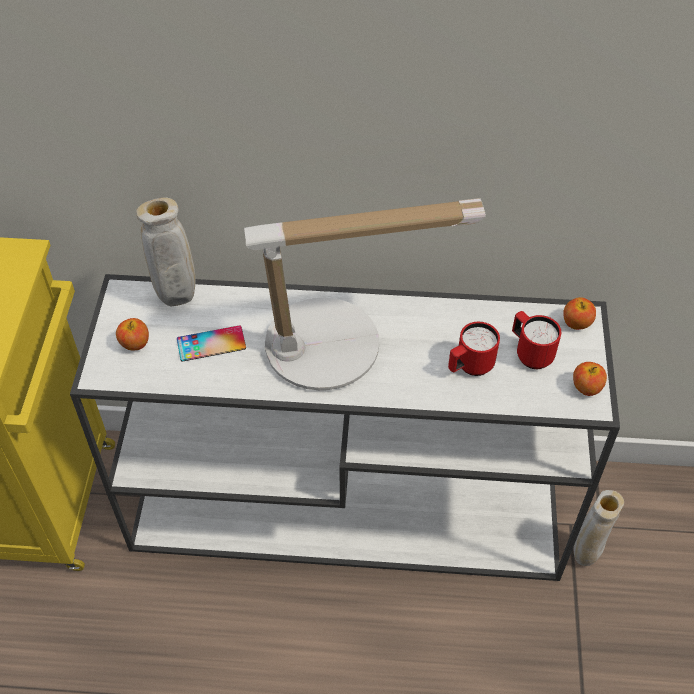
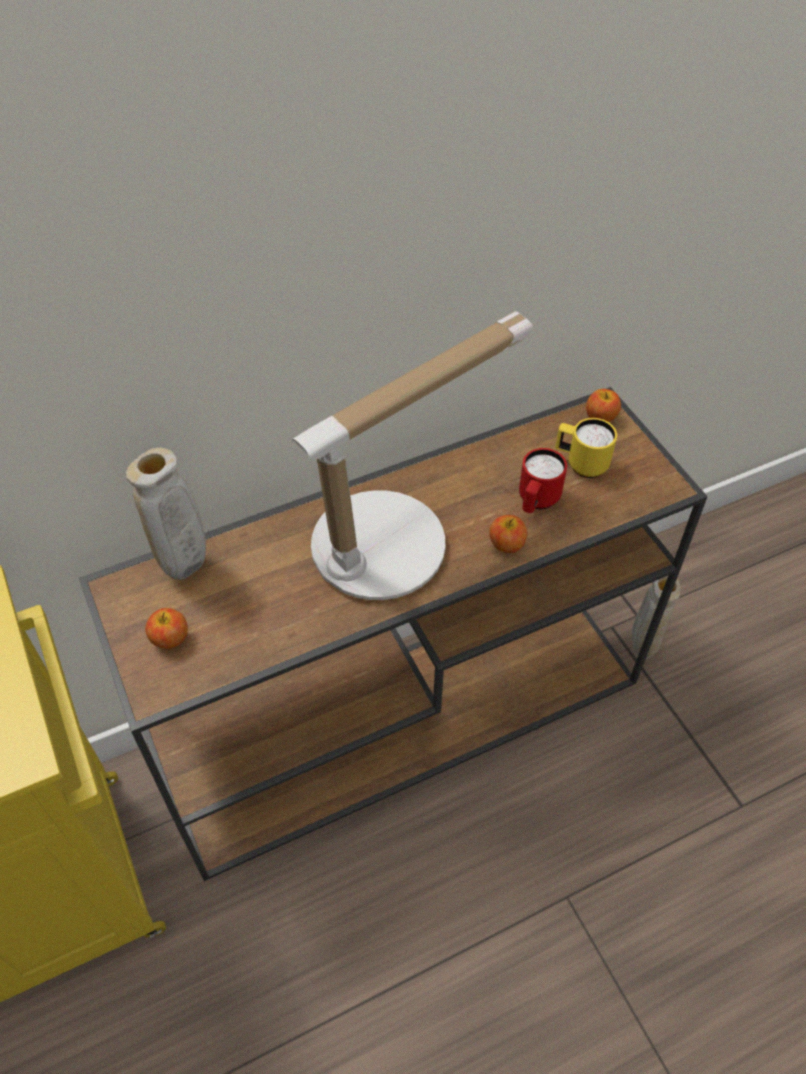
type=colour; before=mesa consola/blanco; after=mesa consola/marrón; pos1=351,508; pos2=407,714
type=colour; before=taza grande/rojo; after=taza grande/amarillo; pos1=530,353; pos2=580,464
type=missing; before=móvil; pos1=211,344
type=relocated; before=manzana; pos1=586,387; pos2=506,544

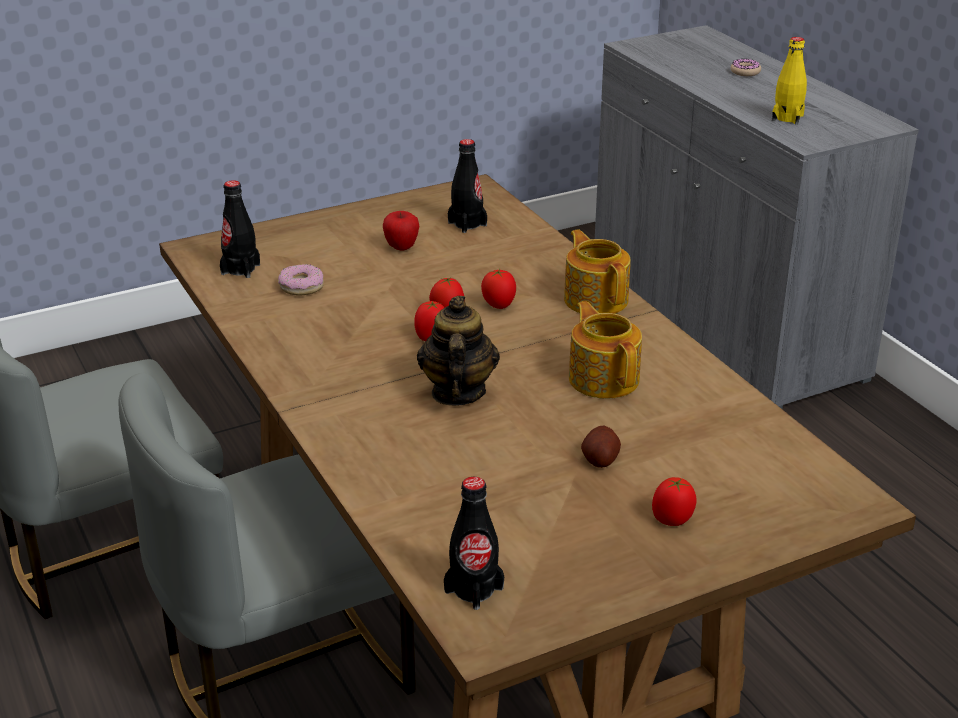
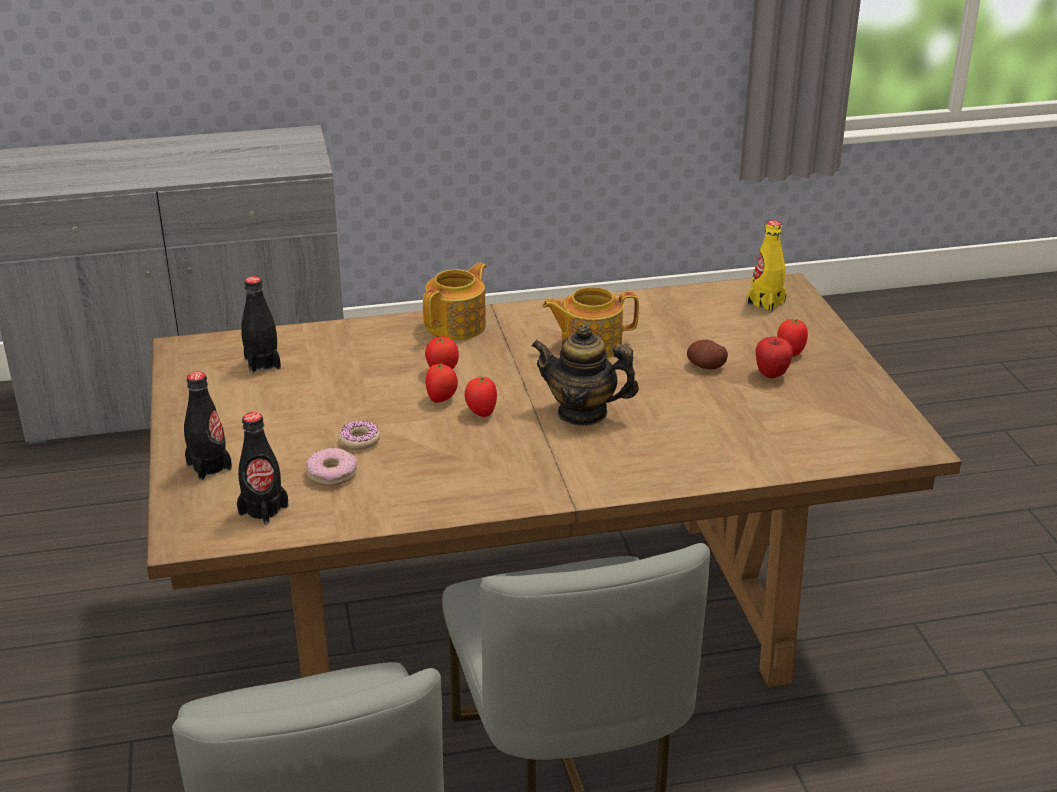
type=relocated; before=botella/amarillo; pos1=787,118; pos2=765,303
type=relocated; before=rosquilla; pos1=745,72; pos2=359,440
type=relocated; before=manzana; pos1=401,248; pos2=771,374
type=spun; before=tetera; pos1=596,299; pos2=457,325; turn=135
type=relocated; before=botella/negro; pos1=474,589; pos2=209,466

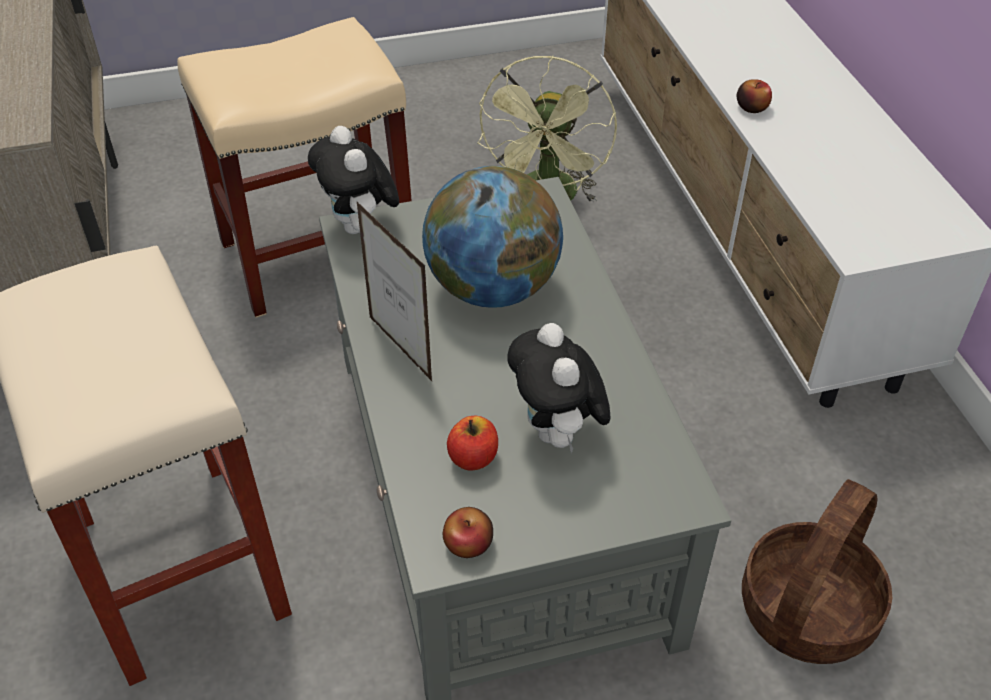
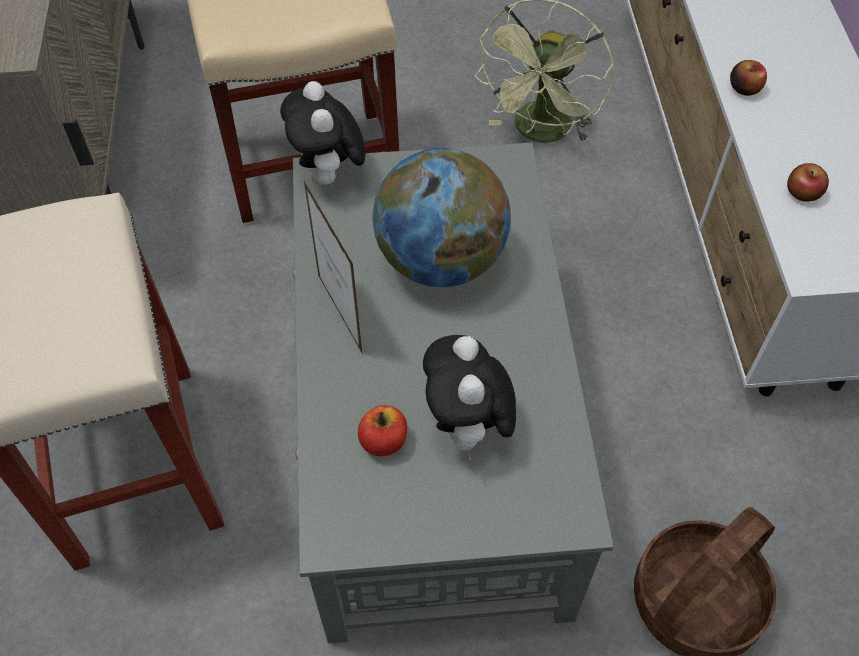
type=relocated; before=manzana; pos1=468,544; pos2=803,192

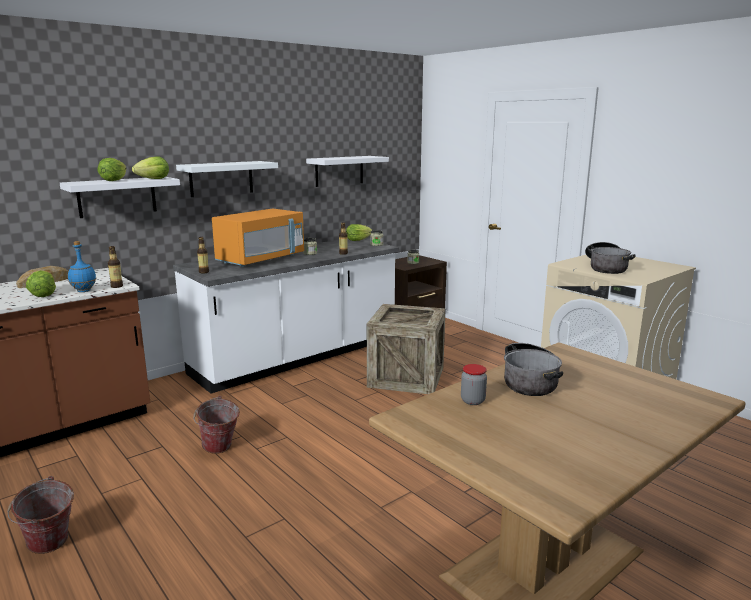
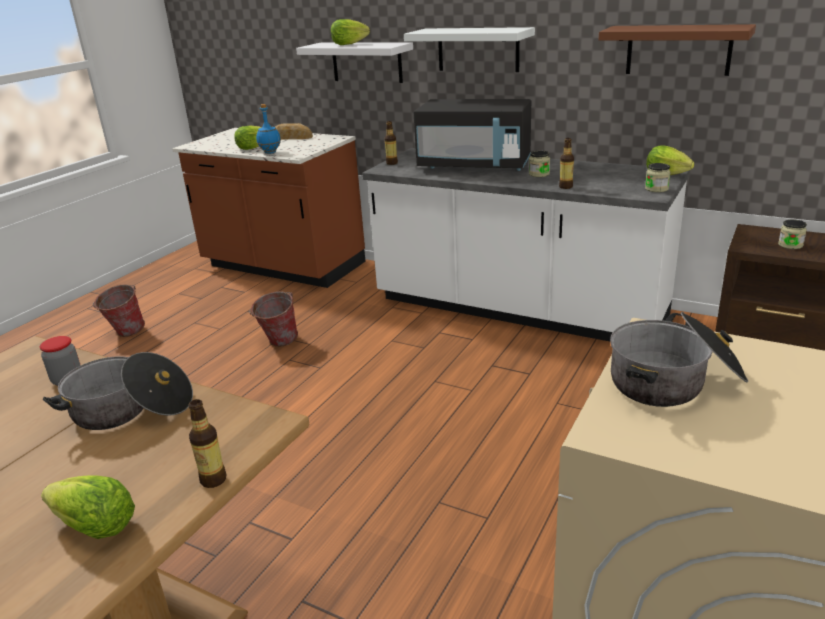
type=colour; before=estante/blanco; after=estante/marrón; pos1=339,171; pos2=678,50
type=relocated; before=lechuga; pos1=153,179; pos2=96,527
type=colour; before=microondas/naranja; after=microondas/negro; pos1=261,259; pos2=474,166
type=relocated; before=botella; pos1=117,286; pos2=213,480
type=missing; before=caja de embalaje; pos1=406,377

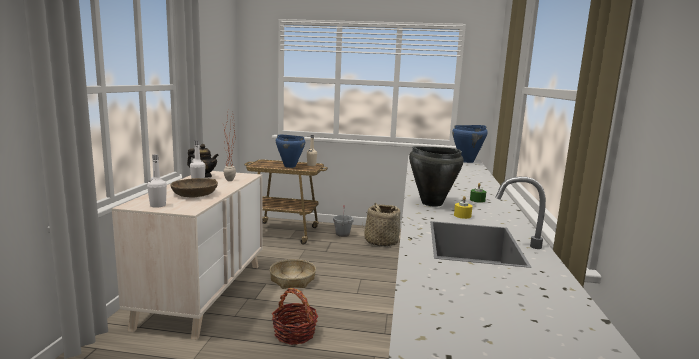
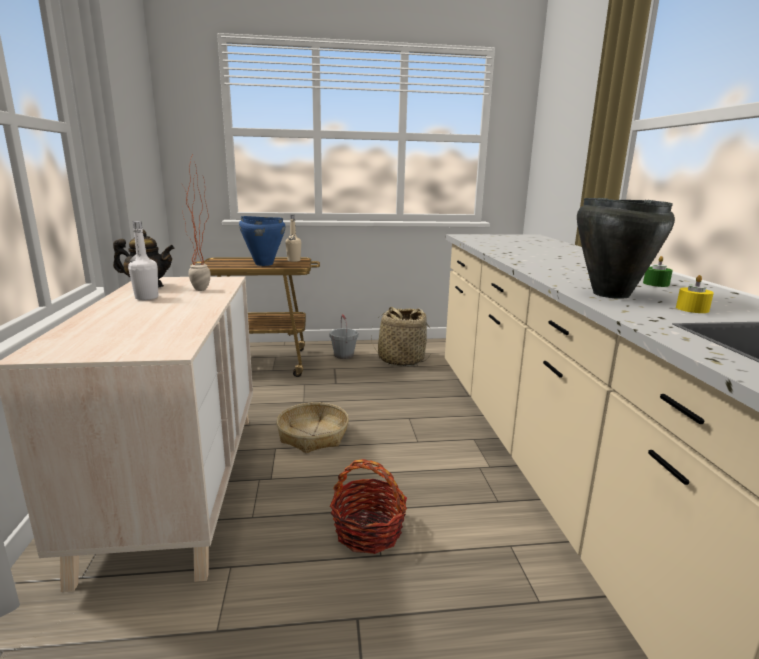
type=missing; before=olla/azul; pos1=467,161
type=missing; before=botella/blanco; pos1=158,205
type=missing; before=cuenco/marrón; pos1=195,194

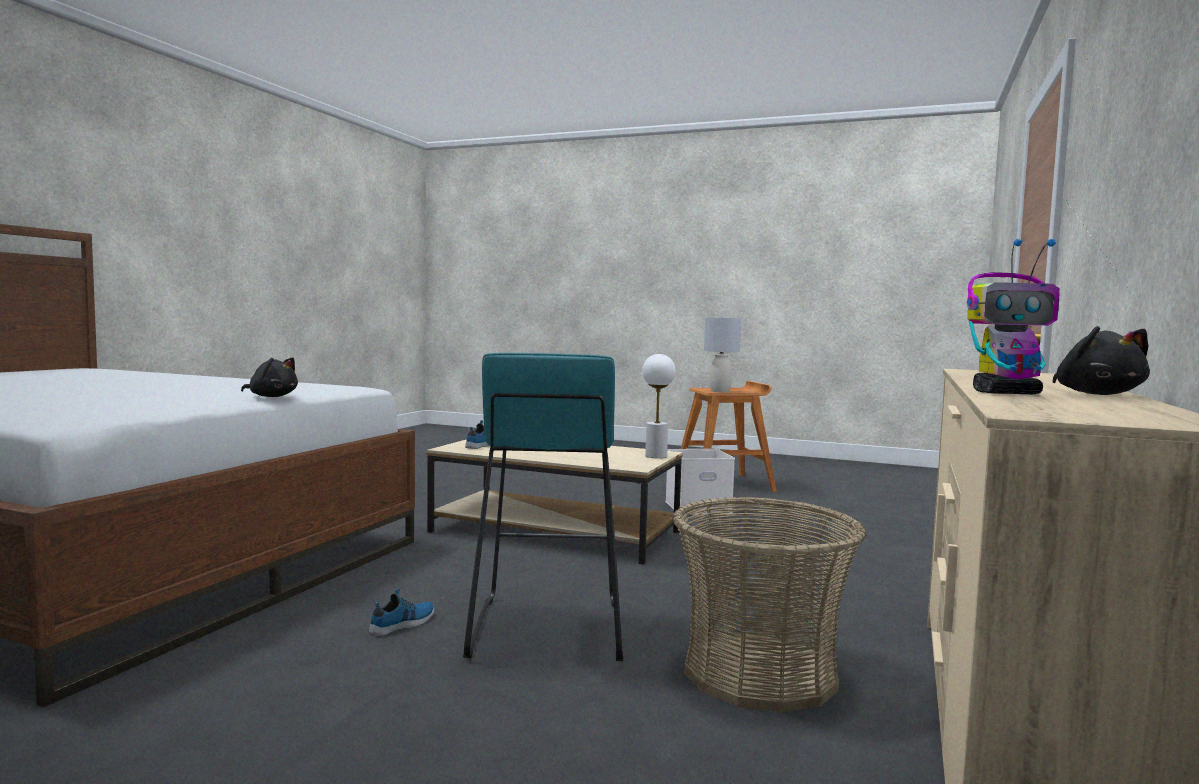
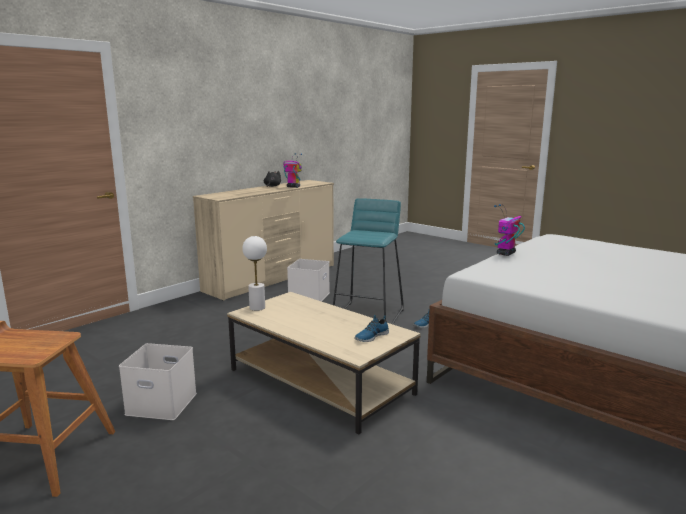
type=missing; before=lámpara de mesa/gris; pos1=720,391
type=exchanged; before=peluche/negro; after=robot de juguete; pos1=272,396; pos2=505,254
type=exchanged; before=cesta; after=caja de almacenaje/blanco; pos1=760,673; pos2=308,296

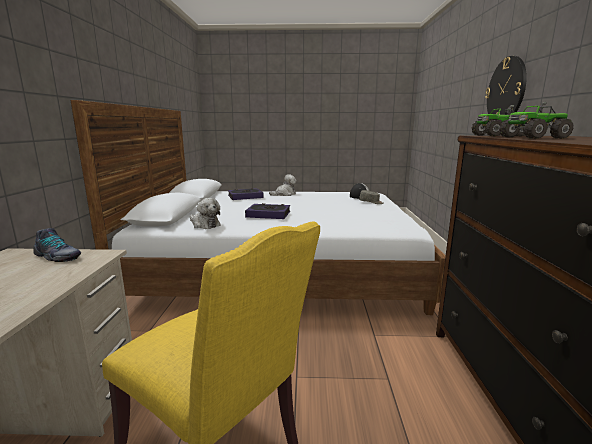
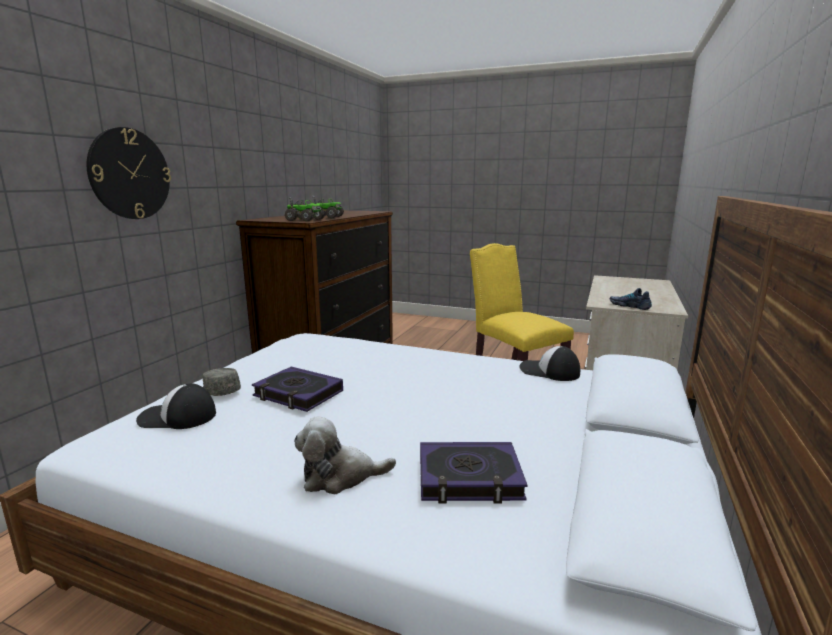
type=exchanged; before=peluche; after=gorra; pos1=204,225; pos2=549,371
type=relocated; before=libro; pos1=268,214; pos2=298,394

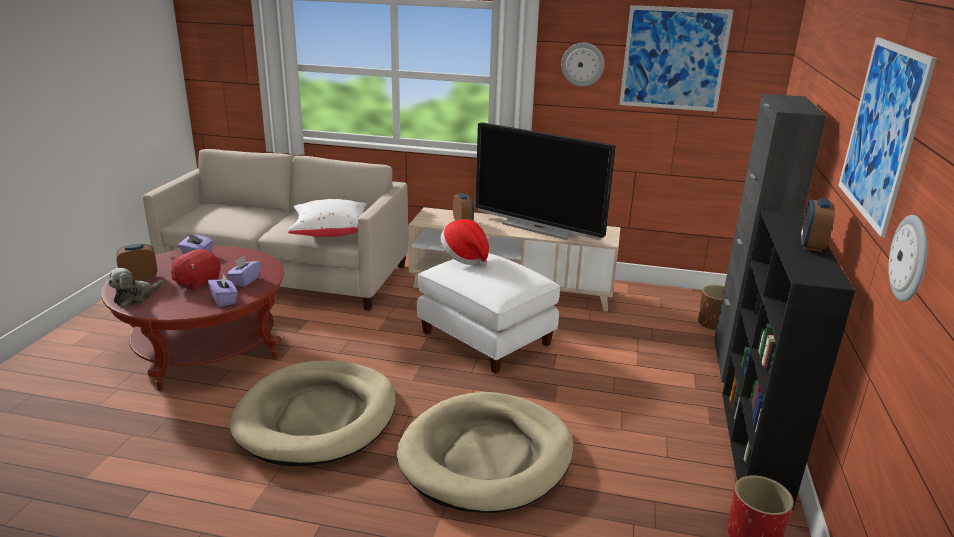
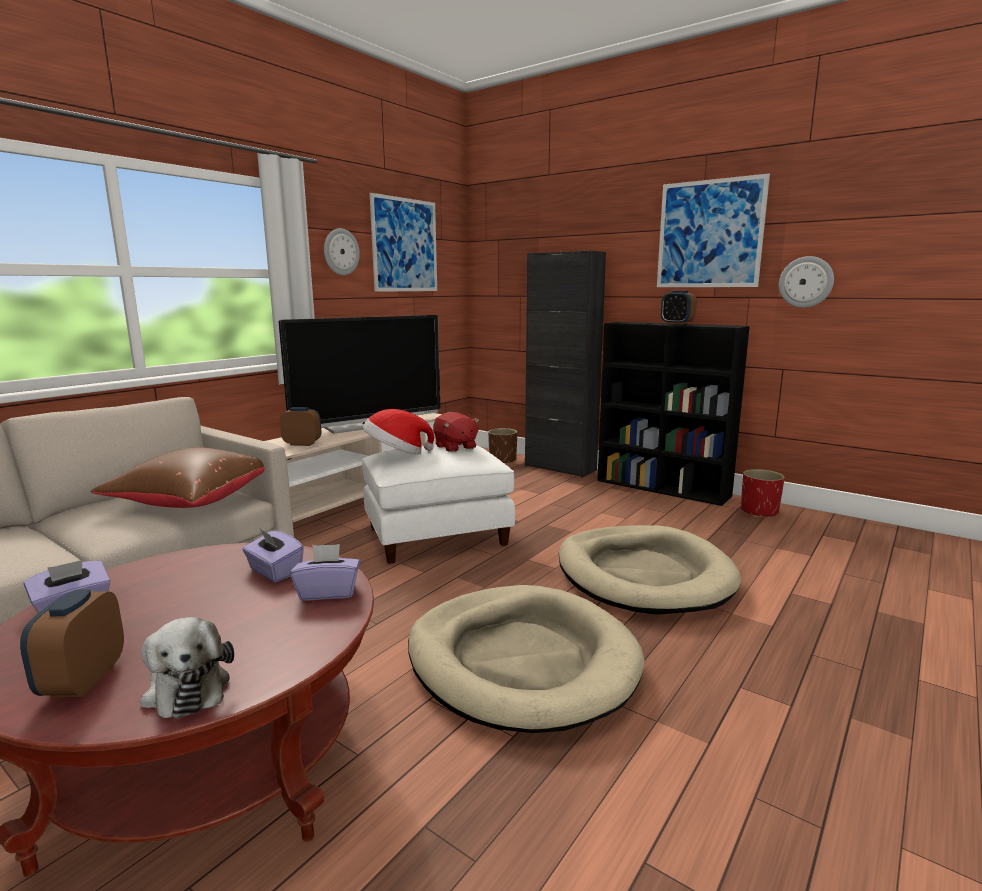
type=colour; before=cojín/blanco; after=cojín/marrón; pos1=331,232; pos2=192,501
type=relocated; before=peluche/rojo; pos1=197,283; pos2=455,447

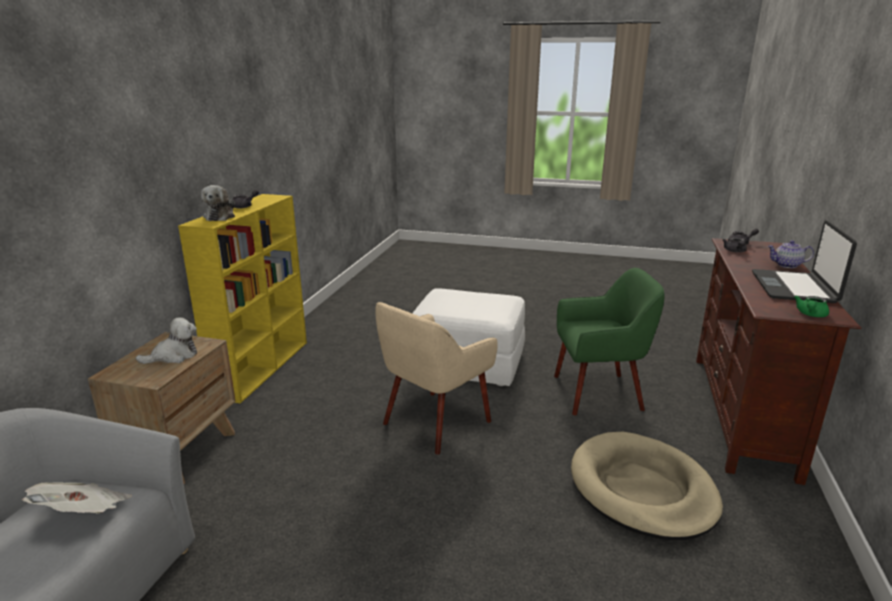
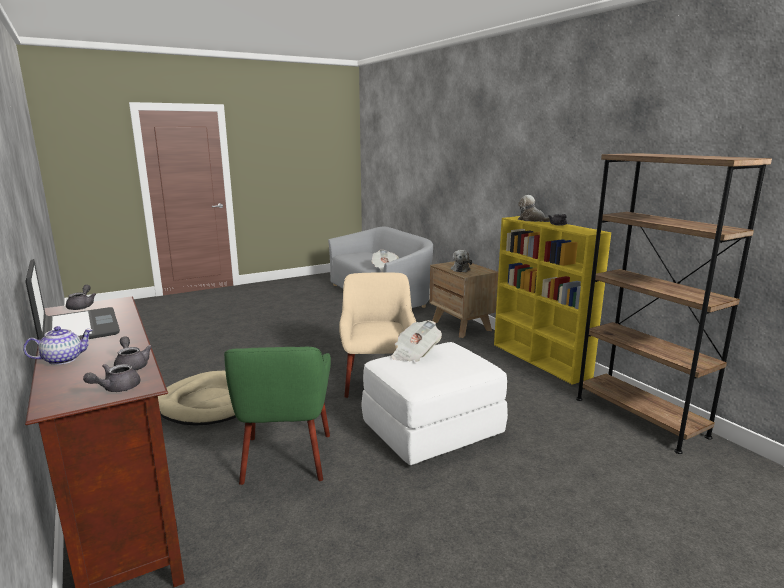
type=spun; before=sillón/verde; pos1=598,393; pos2=285,458; turn=-45
type=colour; before=tetera/verde; after=tetera/gris; pos1=810,315; pos2=82,306
type=appeared; after=estantería/marrón; pos2=639,417
type=appeared; after=periódico; pos2=414,354

